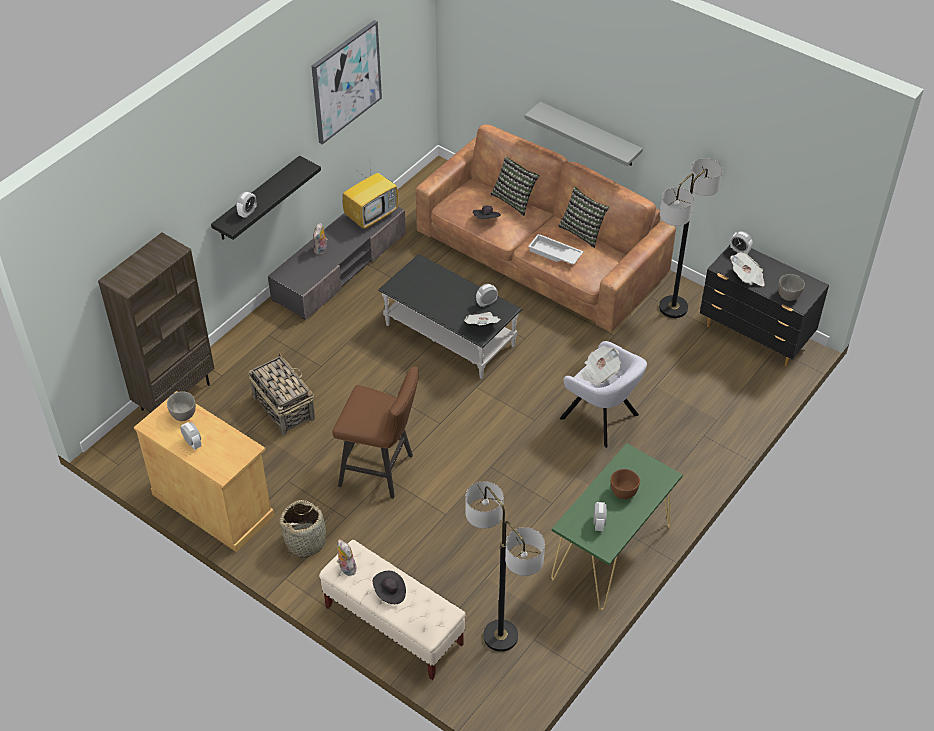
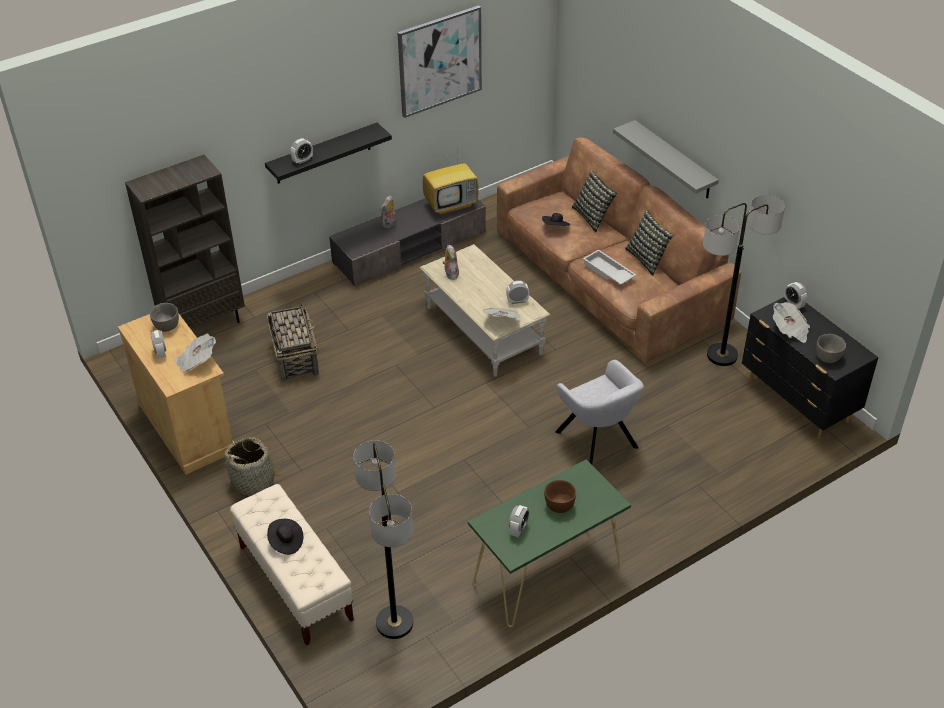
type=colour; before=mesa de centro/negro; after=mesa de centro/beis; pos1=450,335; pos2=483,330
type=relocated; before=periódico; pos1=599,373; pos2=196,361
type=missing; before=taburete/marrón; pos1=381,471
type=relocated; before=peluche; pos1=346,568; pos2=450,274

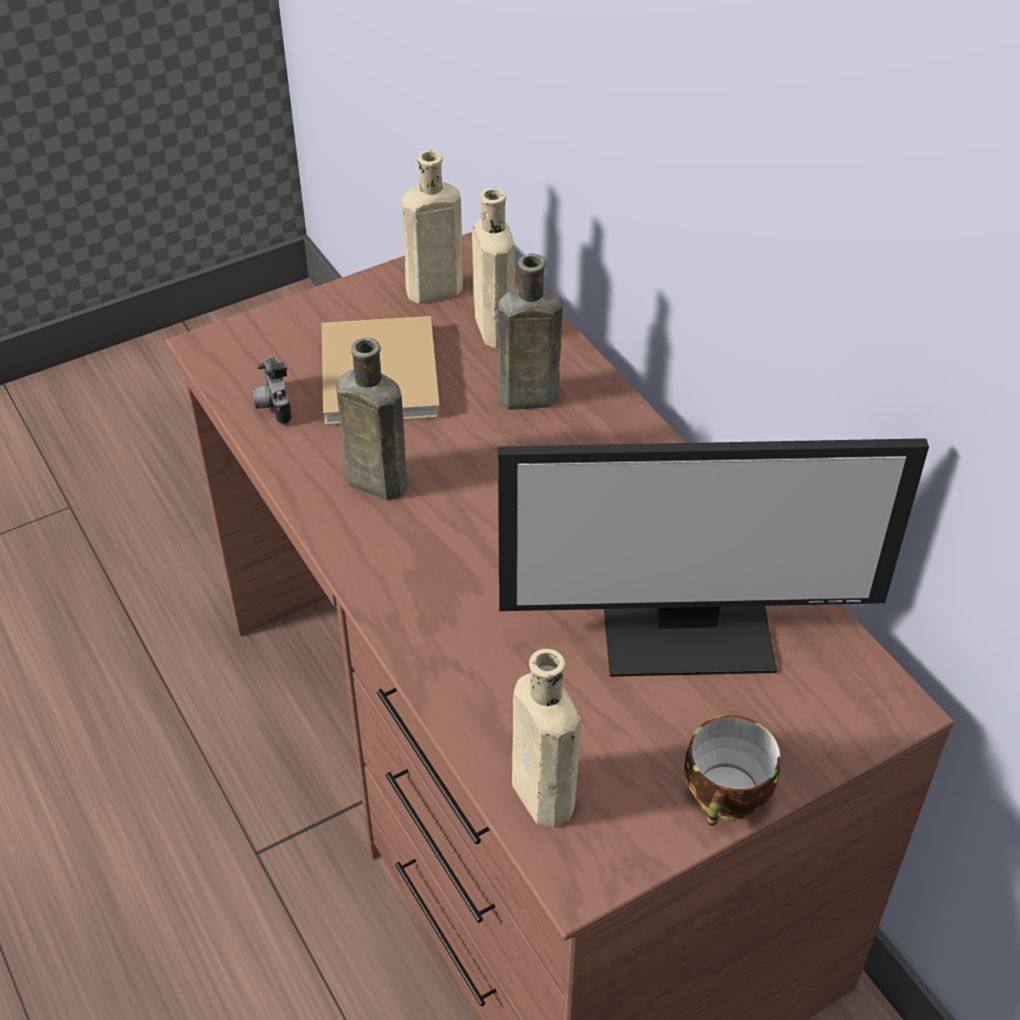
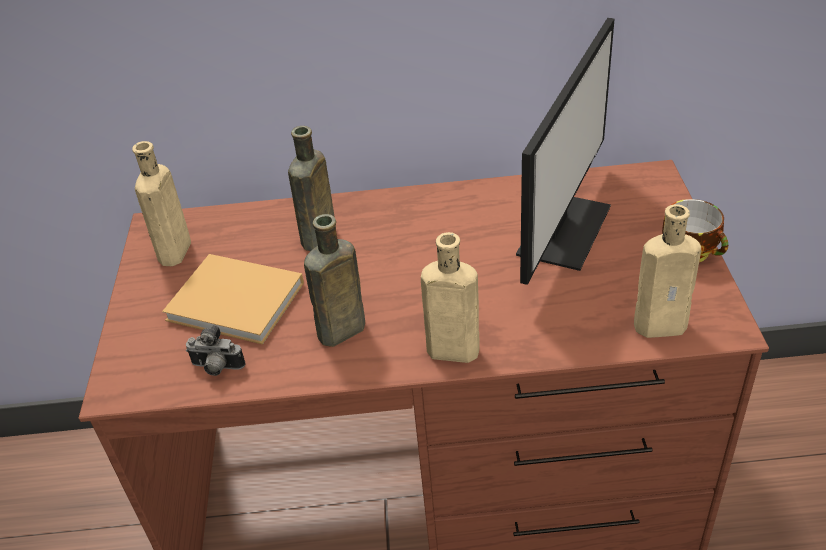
type=relocated; before=botella/beis; pos1=493,326; pos2=449,350

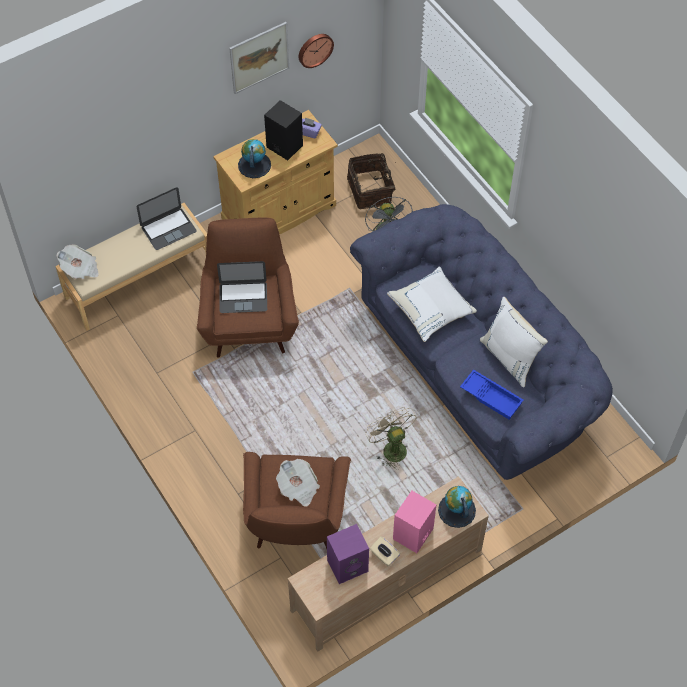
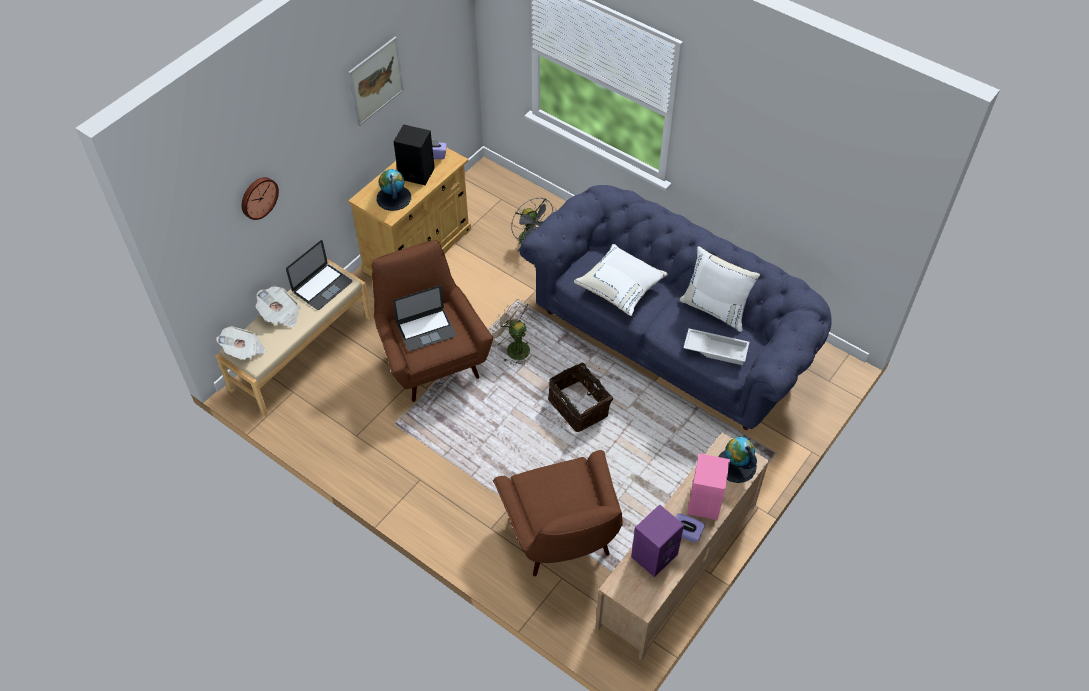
type=relocated; before=reloj de pared; pos1=314,49; pos2=258,197
type=relocated; before=cesta; pos1=371,190; pos2=580,406
type=colour; before=bandeja/azul; after=bandeja/blanco; pos1=492,396; pos2=716,349
type=relocated; before=ventilador/beis; pos1=391,447; pos2=513,348
type=relocated; before=periódico; pos1=298,488; pos2=280,315
type=colour; before=caja de pañuelos/beis; after=caja de pañuelos/morado; pos1=384,555; pos2=686,533

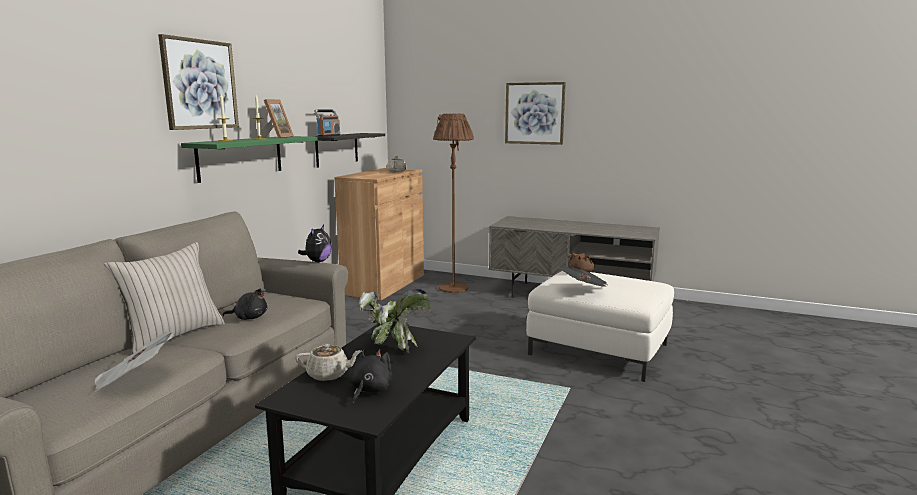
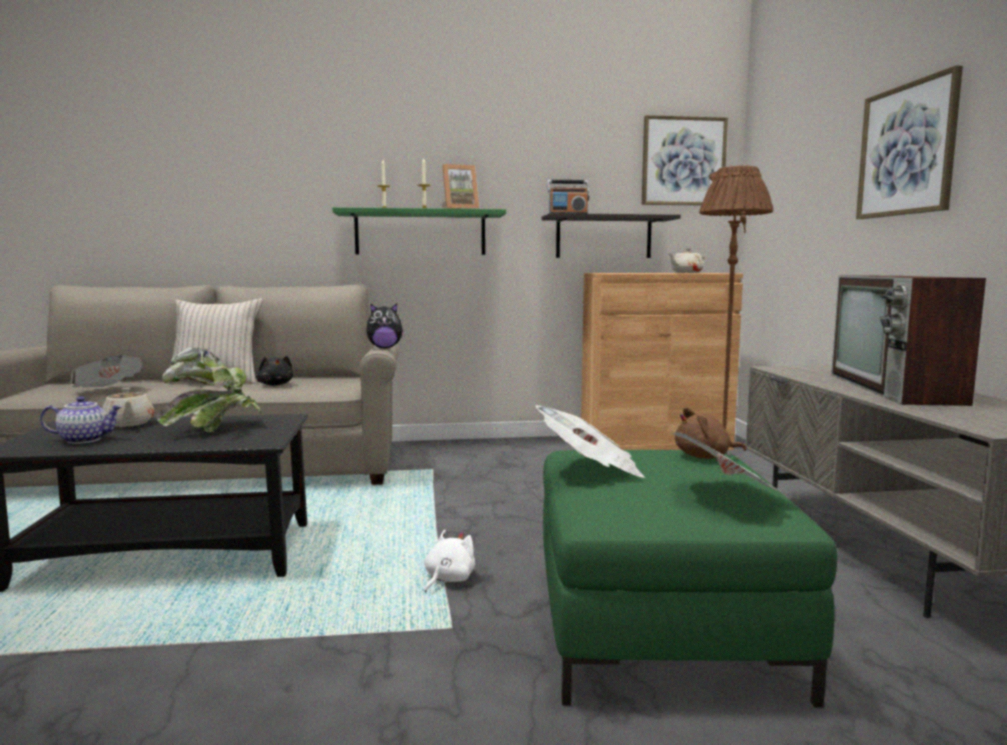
type=relocated; before=cuadro; pos1=200,84; pos2=683,161
type=colour; before=puf/blanco; after=puf/verde; pos1=599,349; pos2=659,626
type=exchanged; before=peluche/negro; after=tetera; pos1=369,390; pos2=85,439
type=appeared; after=televisor; pos2=896,389
type=appeared; after=periódico; pos2=733,497
type=appeared; after=peluche/blanco; pos2=448,579

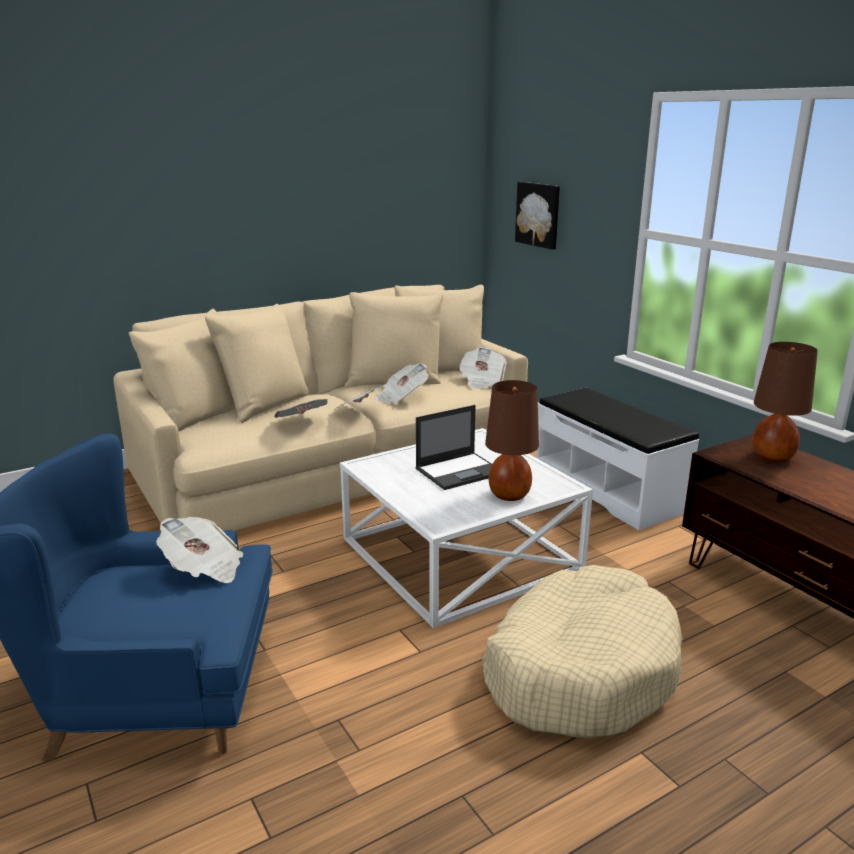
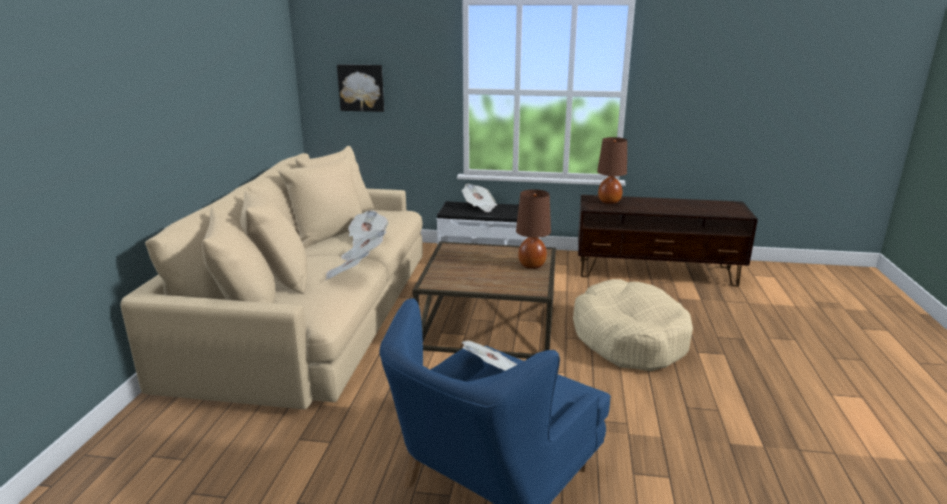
type=relocated; before=periódico; pos1=481,381; pos2=479,207
type=missing; before=portátil; pos1=459,471
type=colour; before=mesa de centro/blanco; after=mesa de centro/marrón; pos1=459,553; pos2=488,323

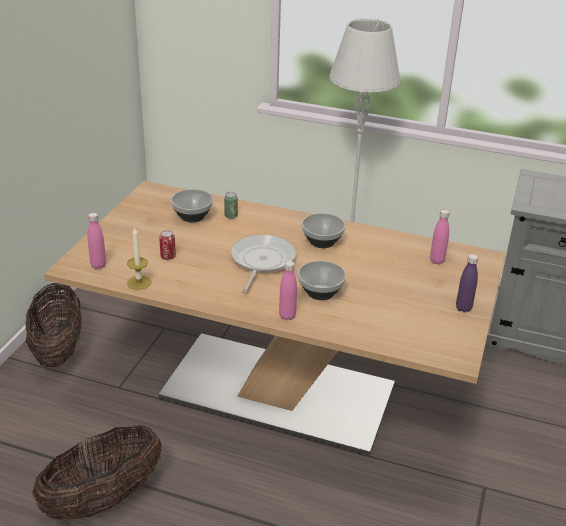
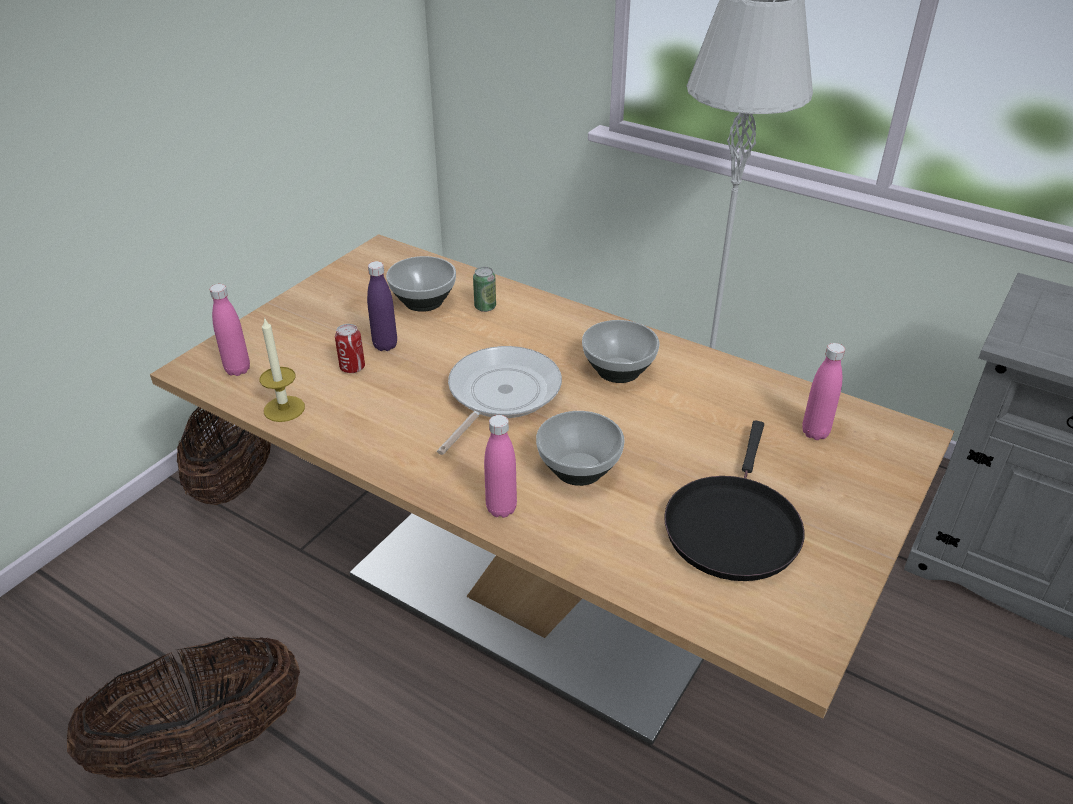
type=relocated; before=botella/morado; pos1=463,308; pos2=385,345
type=appeared; after=sartén/negro; pos2=732,526

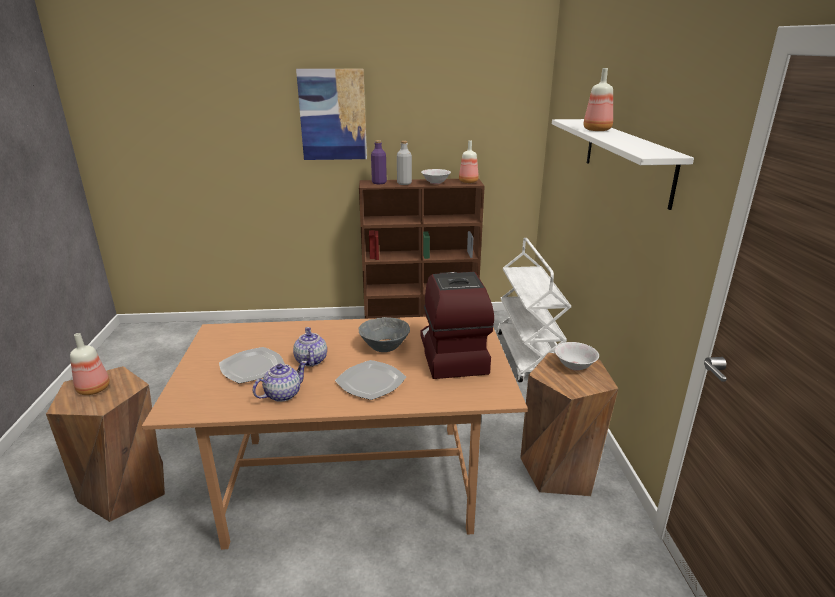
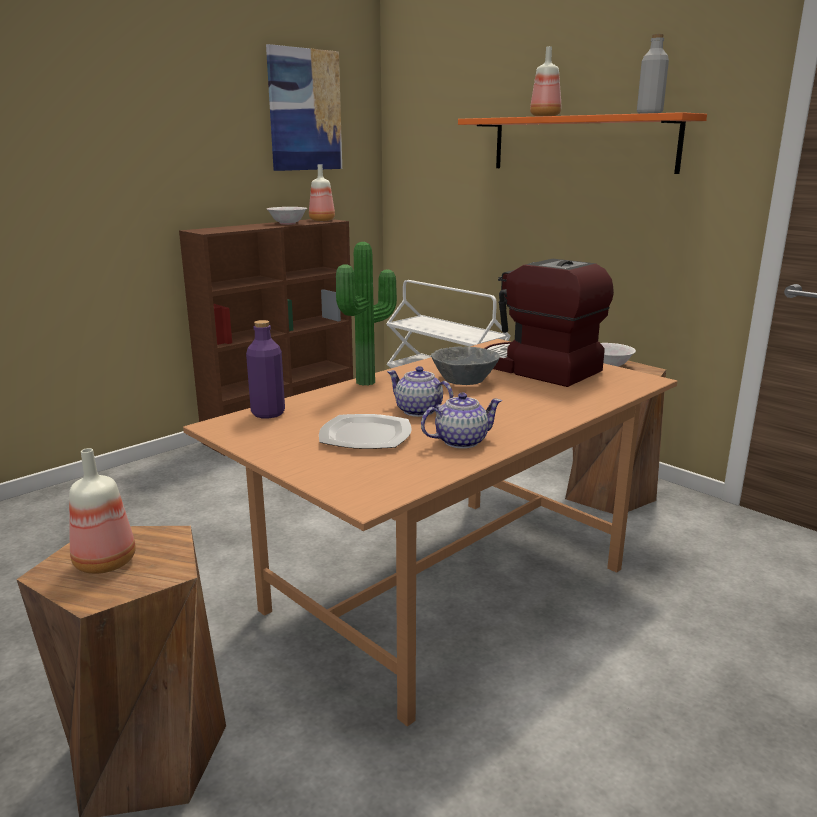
type=relocated; before=cuadro; pos1=333,115; pos2=305,110
type=colour; before=estante/blanco; after=estante/naranja; pos1=626,158; pos2=581,144
type=relocated; before=botella/morado; pos1=379,183; pos2=268,413
type=relocated; before=botella/gris; pos1=404,183; pos2=649,113
type=missing; before=plato; pos1=370,382
type=spun; before=tetera; pos1=282,394; pos2=460,441; turn=60
type=appeared; after=planta en maceta; pos2=369,383

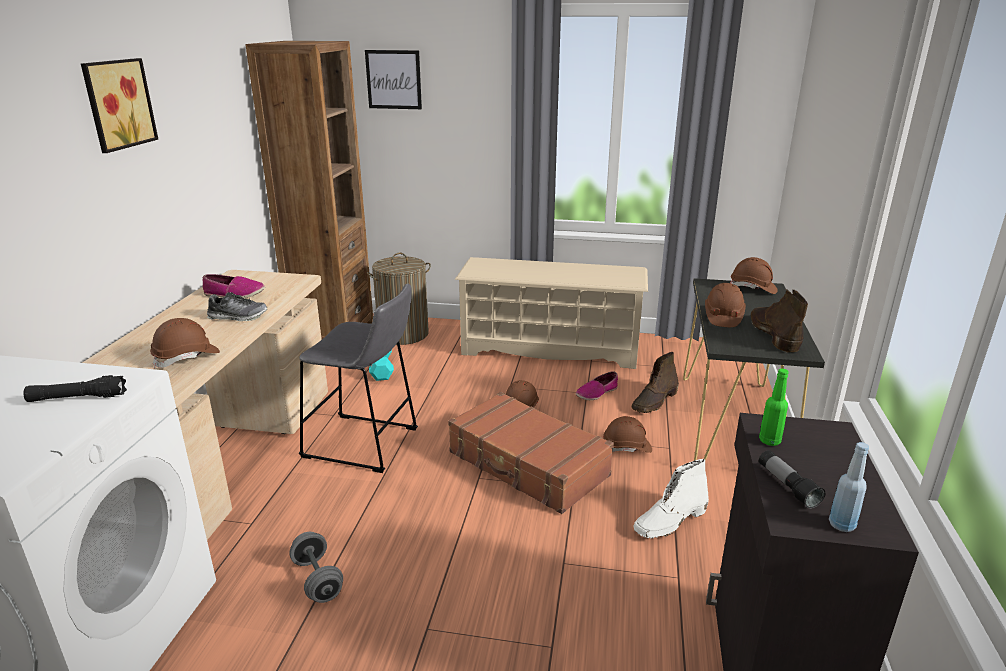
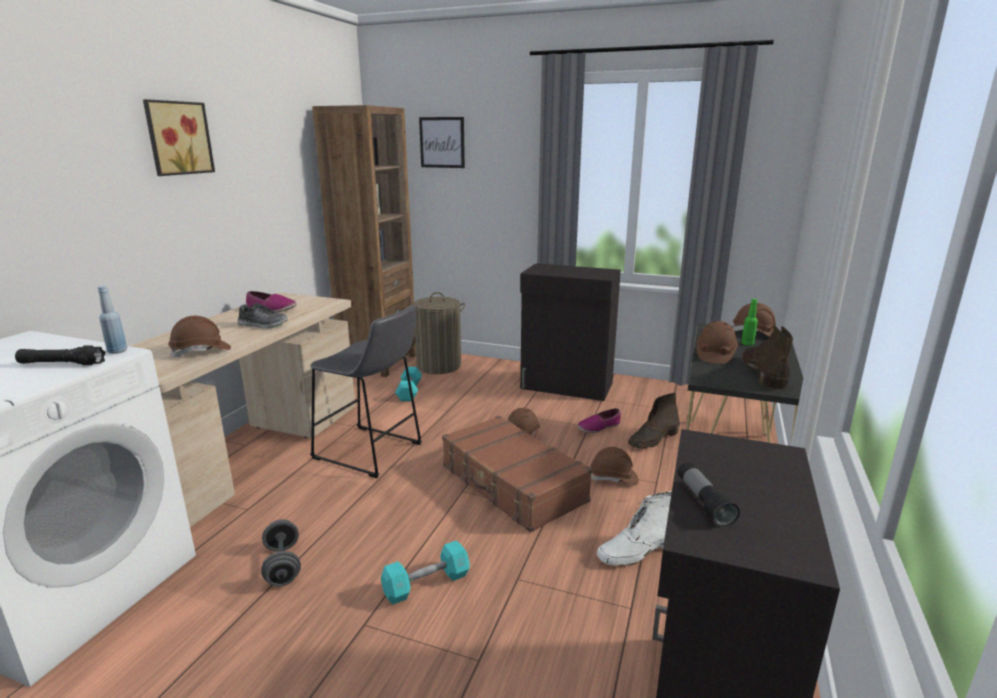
type=exchanged; before=zapatero/beis; after=armario/negro; pos1=550,348; pos2=566,386
type=relocated; before=botella/verde; pos1=769,441; pos2=747,344
type=relocated; before=botella/azul; pos1=841,525; pos2=117,351
type=appeared; after=mancuerna/turquesa; pos2=426,584

